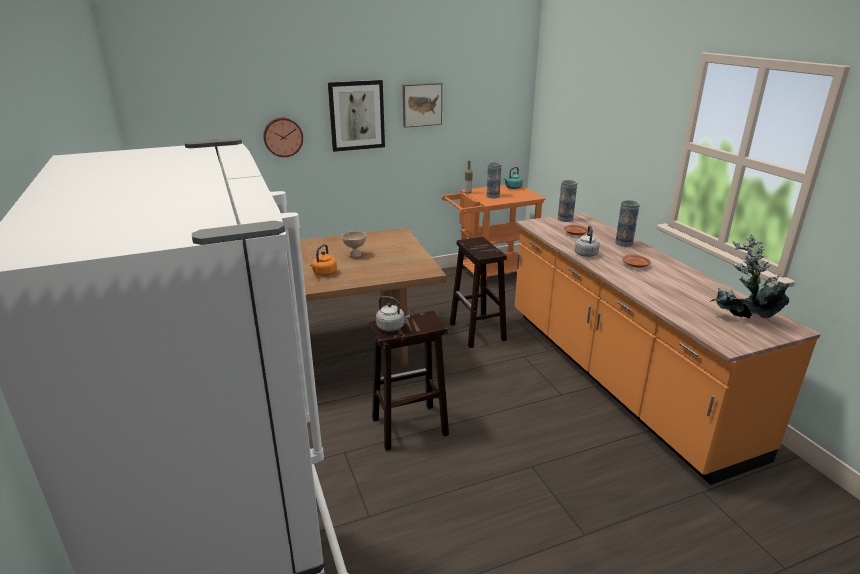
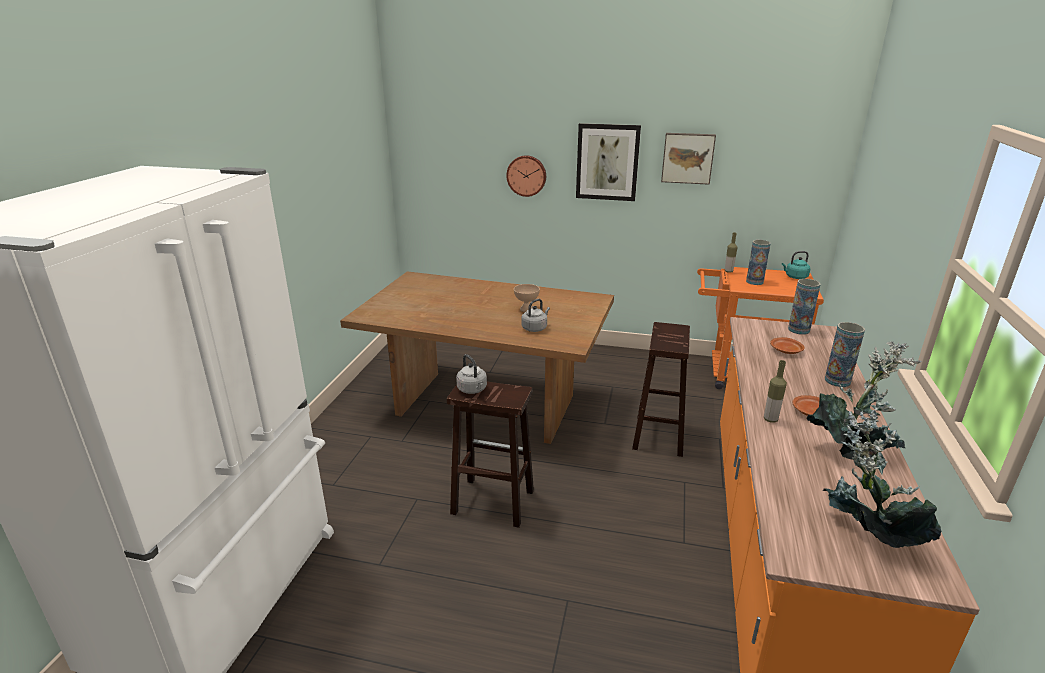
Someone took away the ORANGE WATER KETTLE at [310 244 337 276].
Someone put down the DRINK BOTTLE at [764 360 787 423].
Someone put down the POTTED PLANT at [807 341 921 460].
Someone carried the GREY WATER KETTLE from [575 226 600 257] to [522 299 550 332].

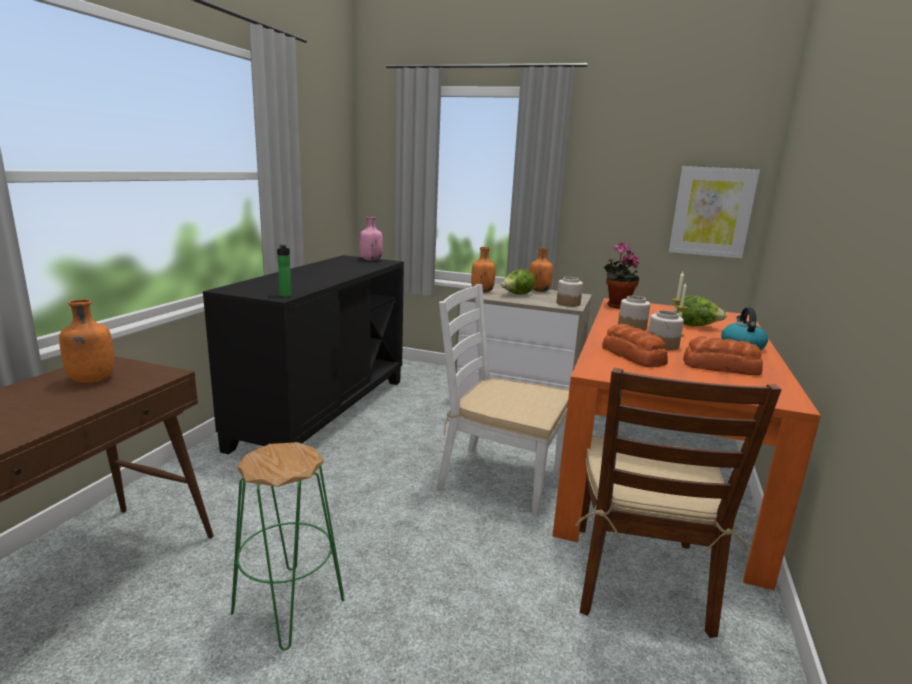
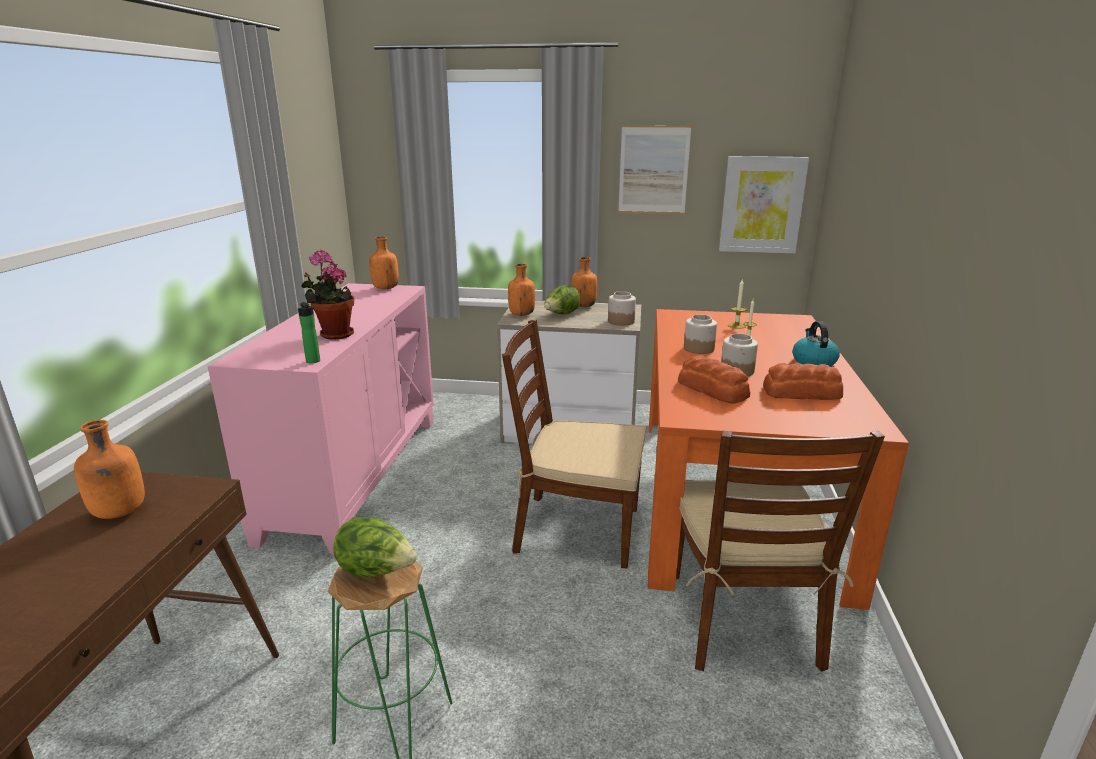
Someone put up the PICTURE at [618 125 691 214].
Someone carried the POTTED PLANT from [603 242 639 309] to [301 250 354 339].
Someone carried the HEAD OF LETTUCE from [677 295 727 326] to [333 517 417 577].
Someone repainted the BLACK CUPBOARD at [203 255 404 454], which became the PINKISH CUPBOARD at [207 283 434 555].
Someone repainted the PINKISH DRINK BOTTLE at [359 216 383 261], which became the ORANGE DRINK BOTTLE at [369 236 399 290].
Someone repainted the WHITE-COLOURED CHAIR at [437 284 569 517], which became the BROWN CHAIR at [502 320 646 569].

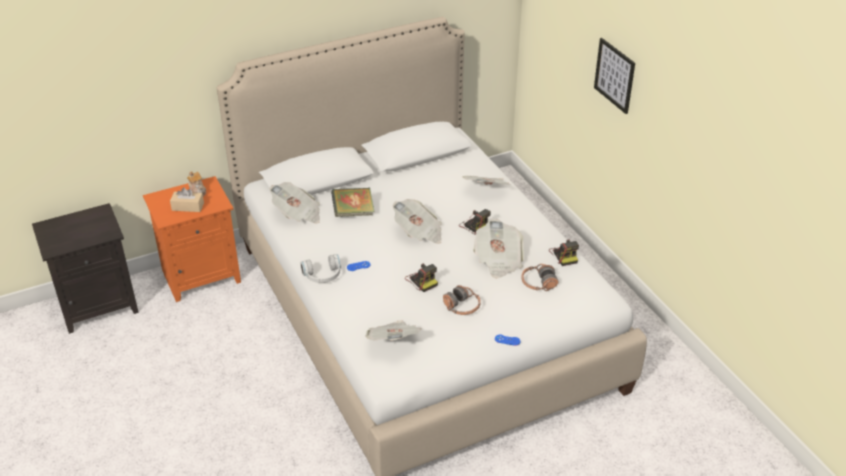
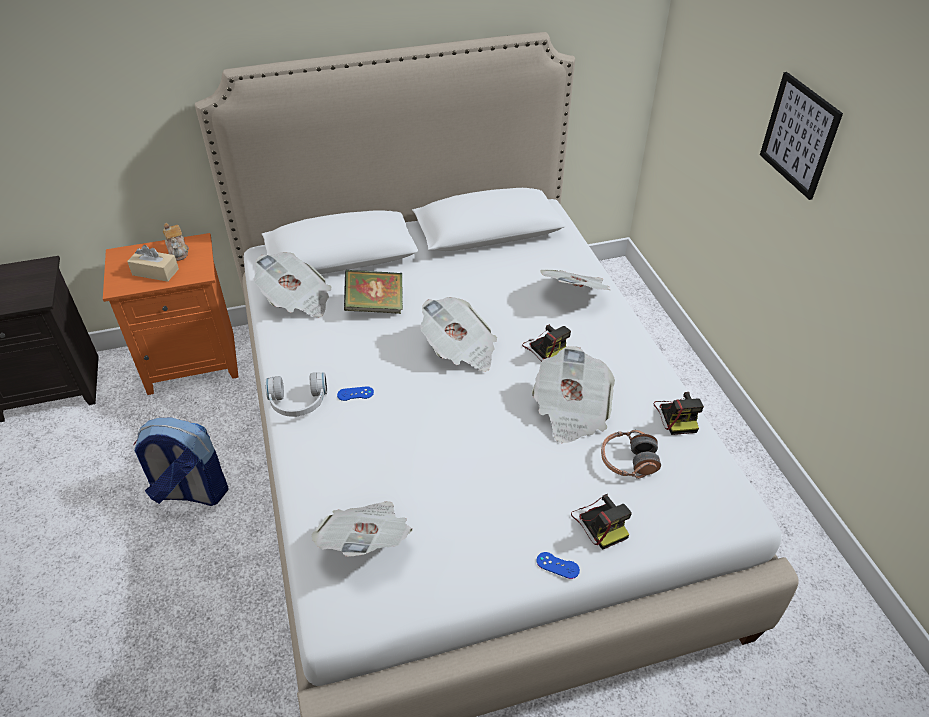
Someone took away the HEADPHONES at [443 285 481 315].
Someone put down the KNAPSACK at [133 418 228 506].
Someone carried the PHOTO CAMERA from [405 263 438 292] to [571 494 632 550].

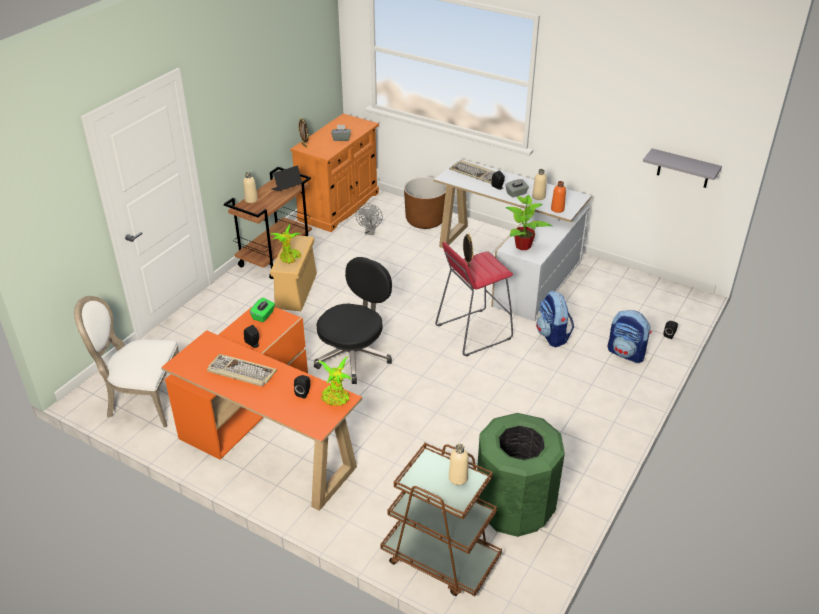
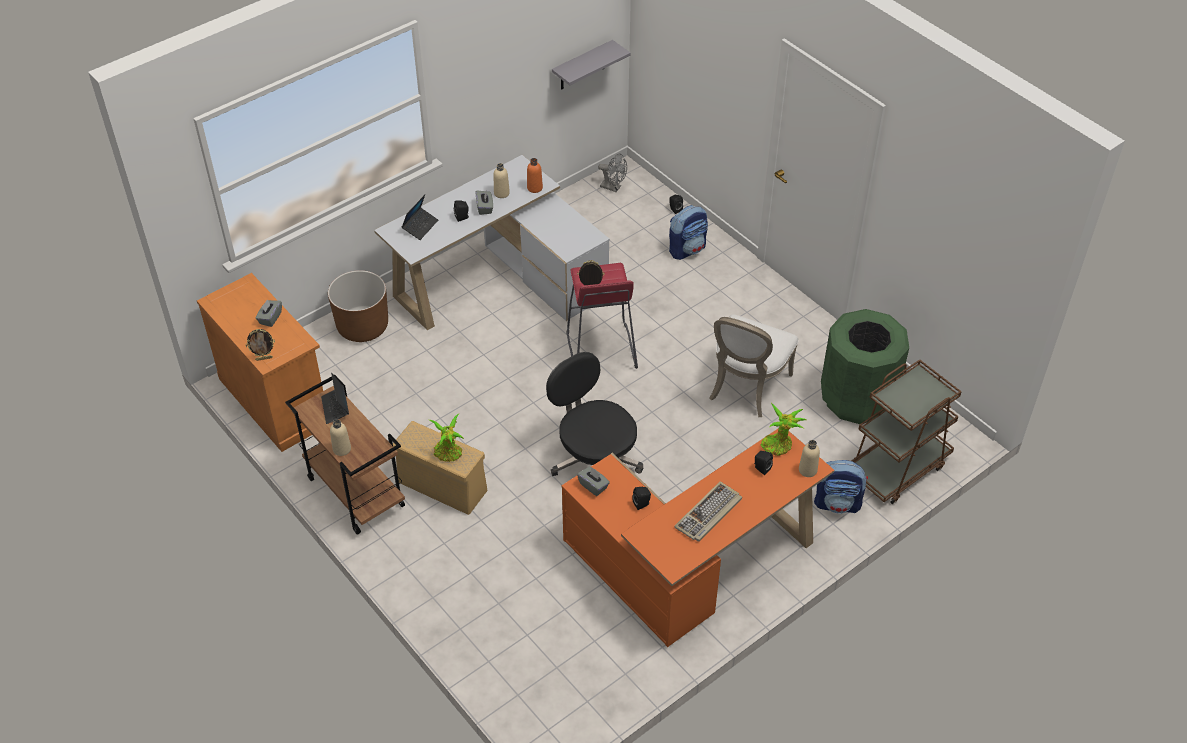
Someone took away the POTTED PLANT at [506 195 552 250].
Someone carried the WHITE-COLOURED CHAIR from [74 296 179 427] to [709 314 799 417].
Someone carried the GREY ELECTRIC FAN from [356 204 382 235] to [598 154 627 192].
Someone carried the SAND-COLOURED DRINK BOTTLE from [449 444 468 485] to [799 440 820 477].
Someone carried the KNAPSACK from [536 291 574 347] to [814 460 868 514].
Someone swapped the PC KEYBOARD at [449 160 496 184] for the LAPTOP at [402 195 438 240].
Someone repainted the GREEN-COLOURED BOX OF TISSUES at [250 298 275 322], which became the GREY BOX OF TISSUES at [577 467 610 496].

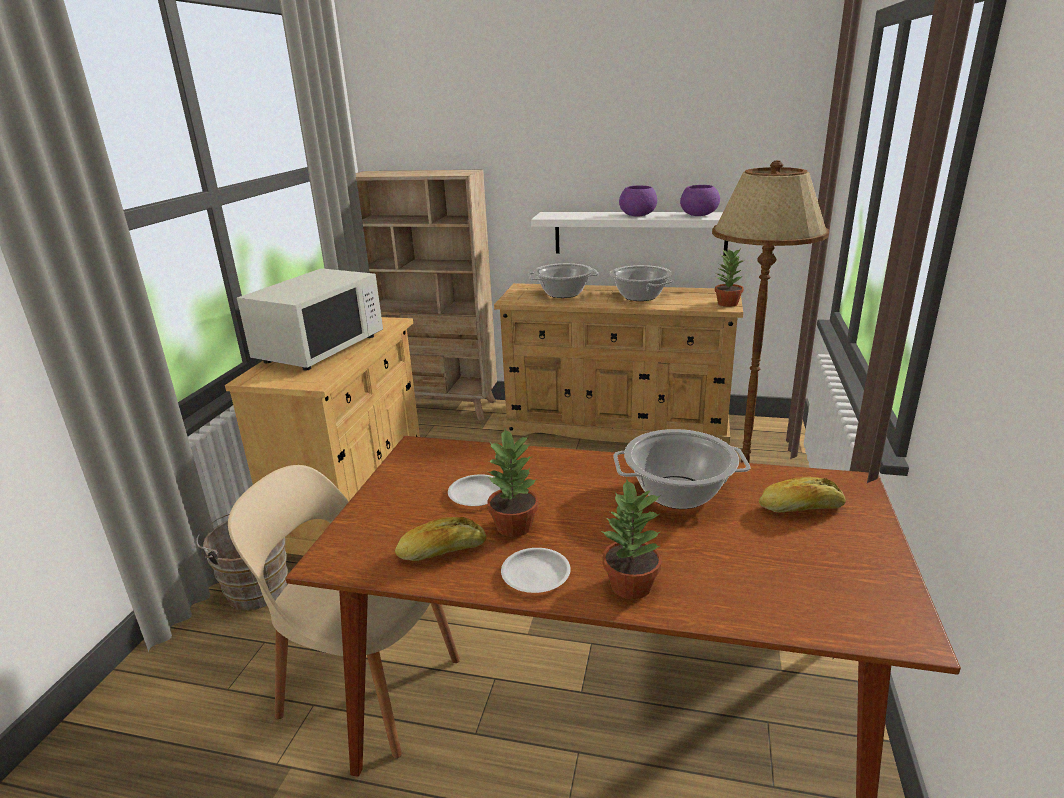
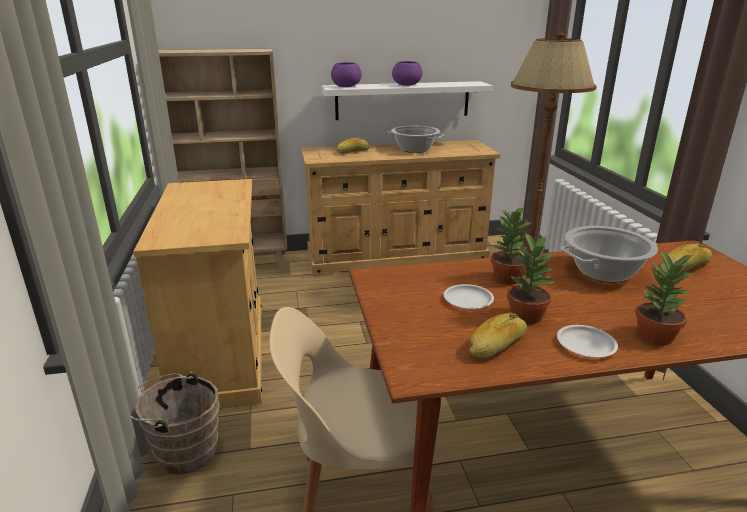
Someone took away the WHITE-COLOURED MICROWAVE OVEN at [237 268 383 371].
Someone carried the PURPLE-COLOURED DEEP DISH from [680 185 720 216] to [331 62 362 87].
Someone carried the POTTED PLANT from [715 250 745 307] to [491 207 532 284].
Someone swapped the STOCKPOT at [528 263 599 298] for the BAKERY BREAD at [336 138 370 154].

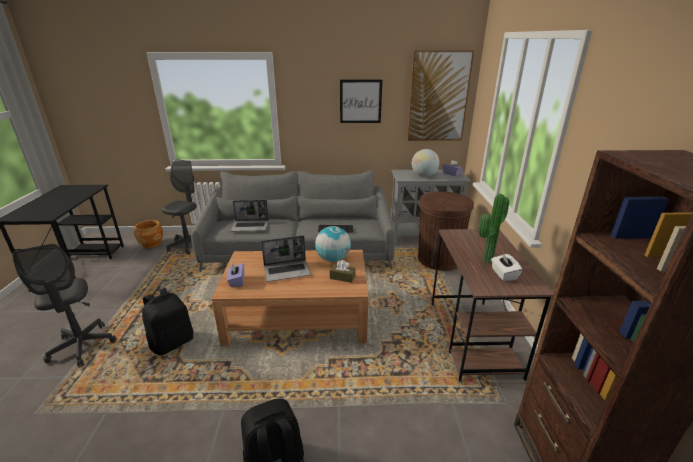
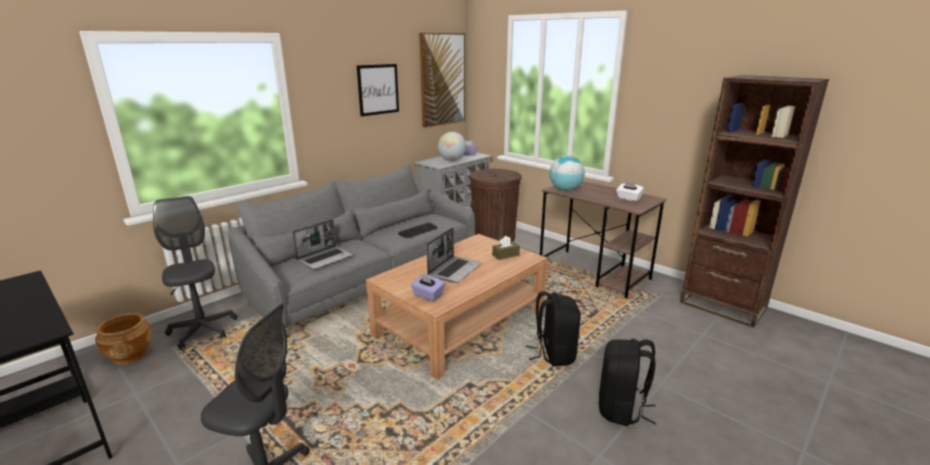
Someone took away the POTTED PLANT at [478 194 509 263].
Someone carried the BLACK KNAPSACK from [142 288 193 355] to [526 291 581 366].
Someone carried the GLOBE from [315 226 351 262] to [549 156 585 191].

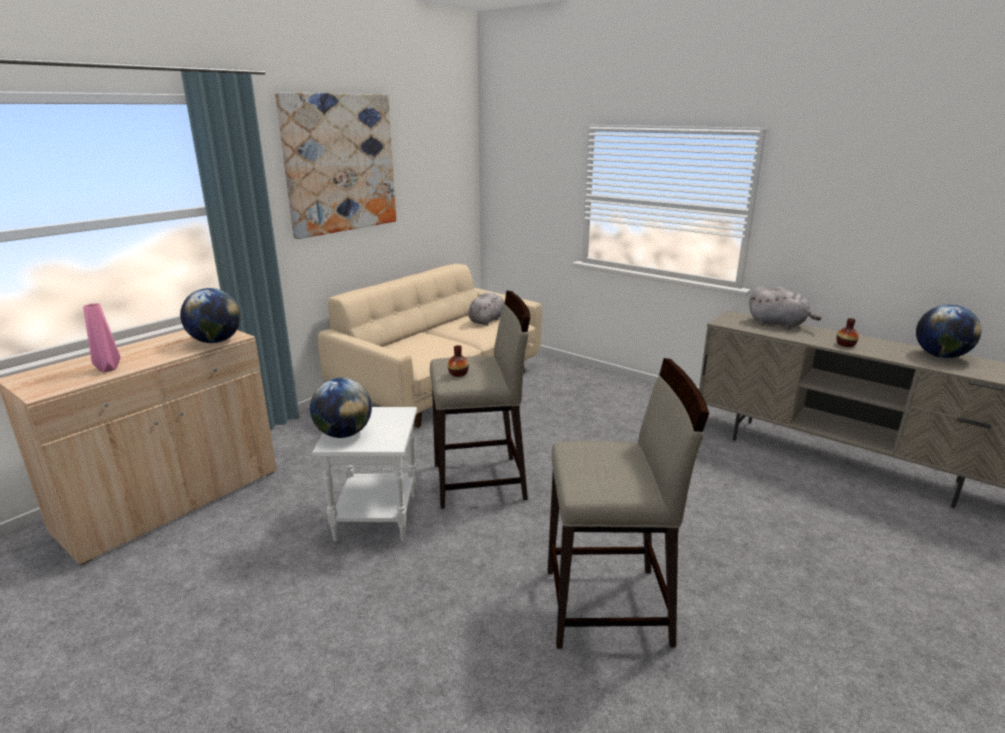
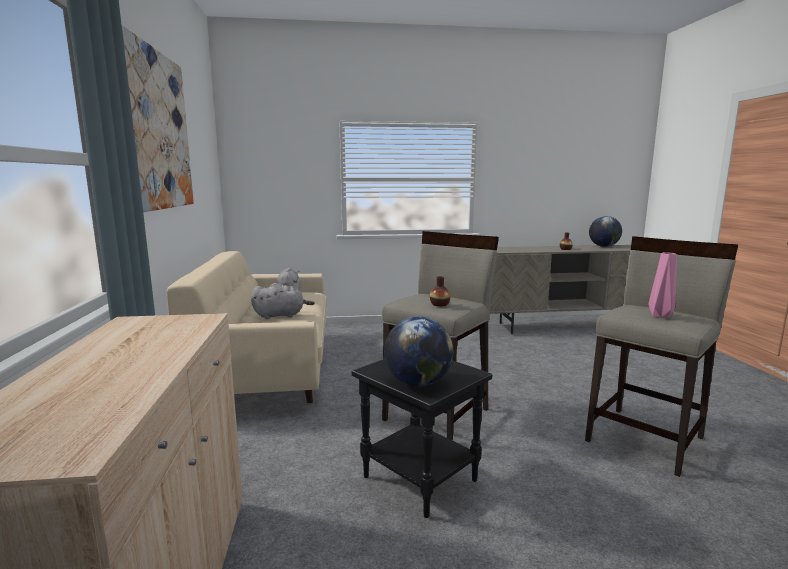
Someone took away the GLOBE at [180 288 241 343].
Someone carried the PINKISH DECORATIVE VASE from [83 303 121 372] to [649 252 677 318].
Someone carried the GREY CUDDLY TOY from [749 287 821 328] to [251 283 315 319].
Someone repainted the WHITE-COLOURED ACCENT TABLE at [312 407 417 542], which became the BLACK ACCENT TABLE at [352 359 492 518].

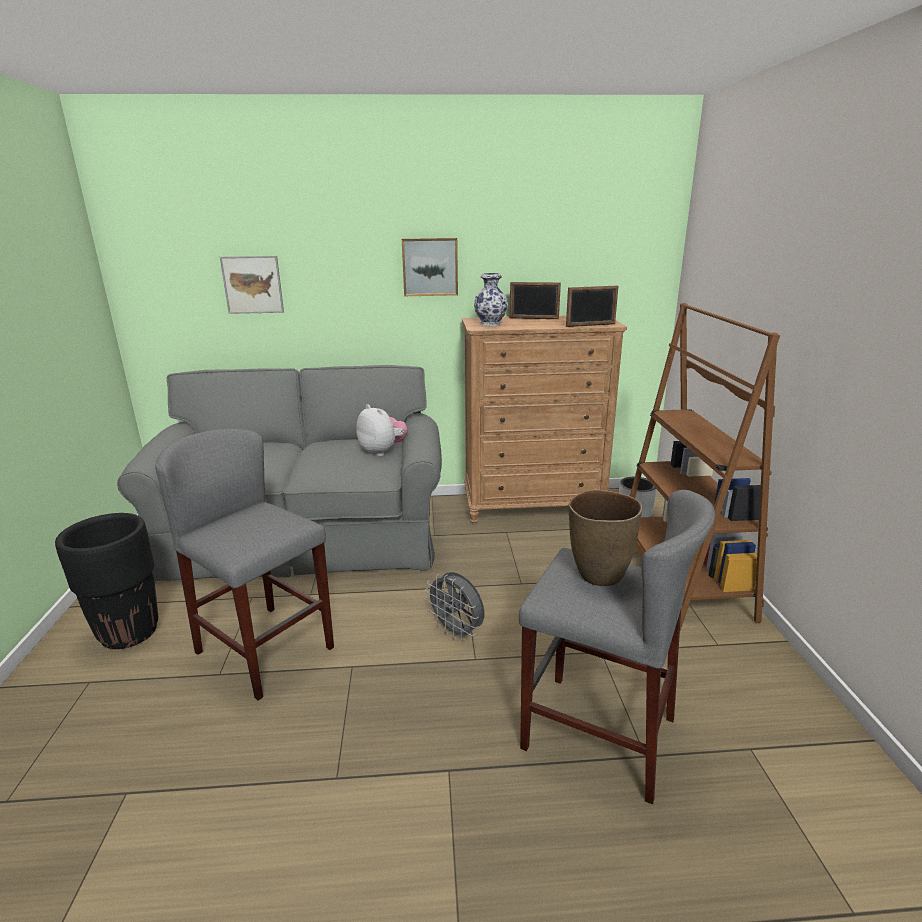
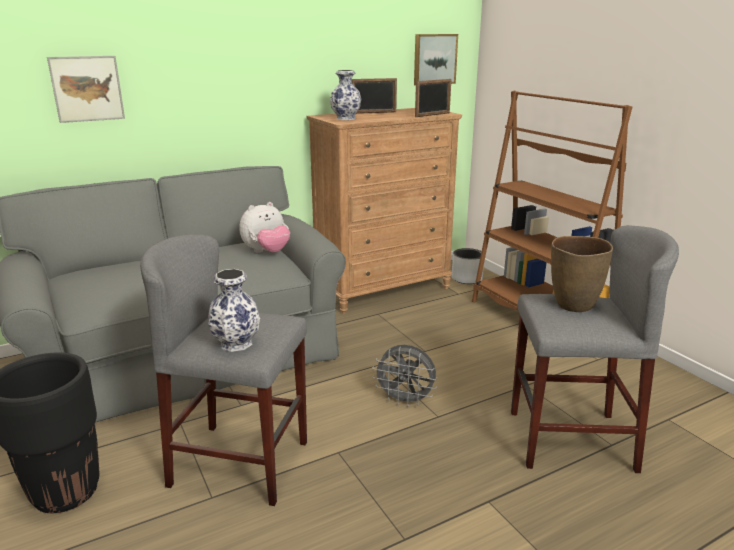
Someone put down the DECORATIVE VASE at [208 269 260 352].
Someone carried the PICTURE from [402 238 458 296] to [414 34 458 85].
Someone rotated the CUDDLY TOY at [356 404 408 456] by 120 degrees clockwise.

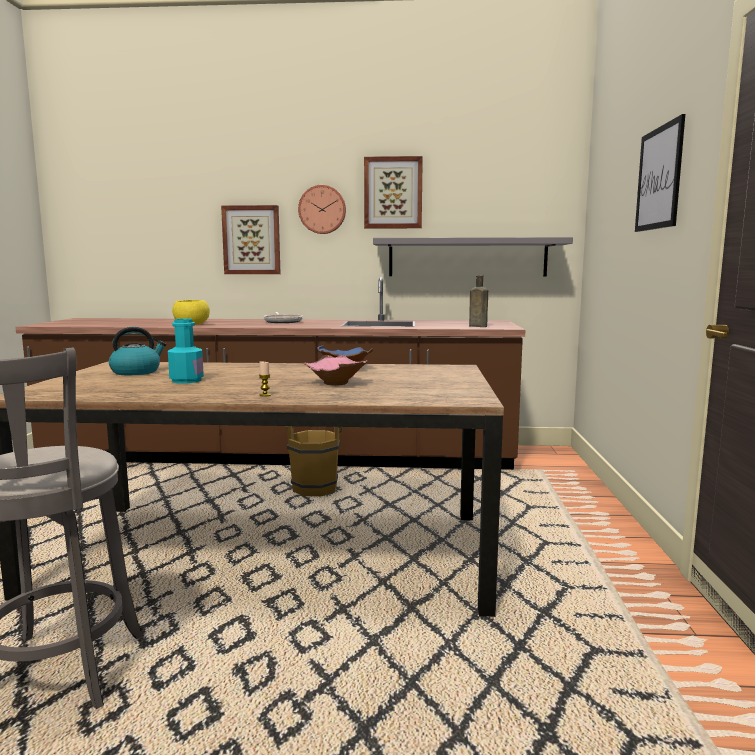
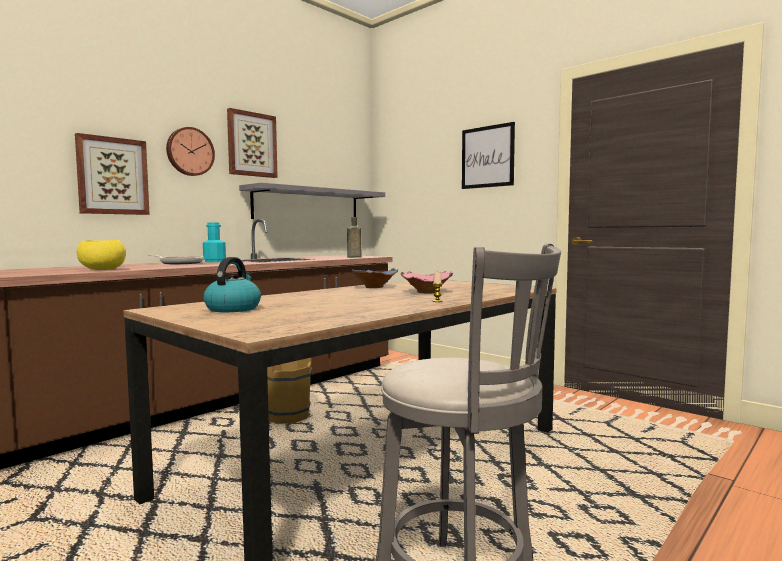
Someone carried the TURQUOISE DRINK BOTTLE from [168 319 204 383] to [203 223 226 262].

